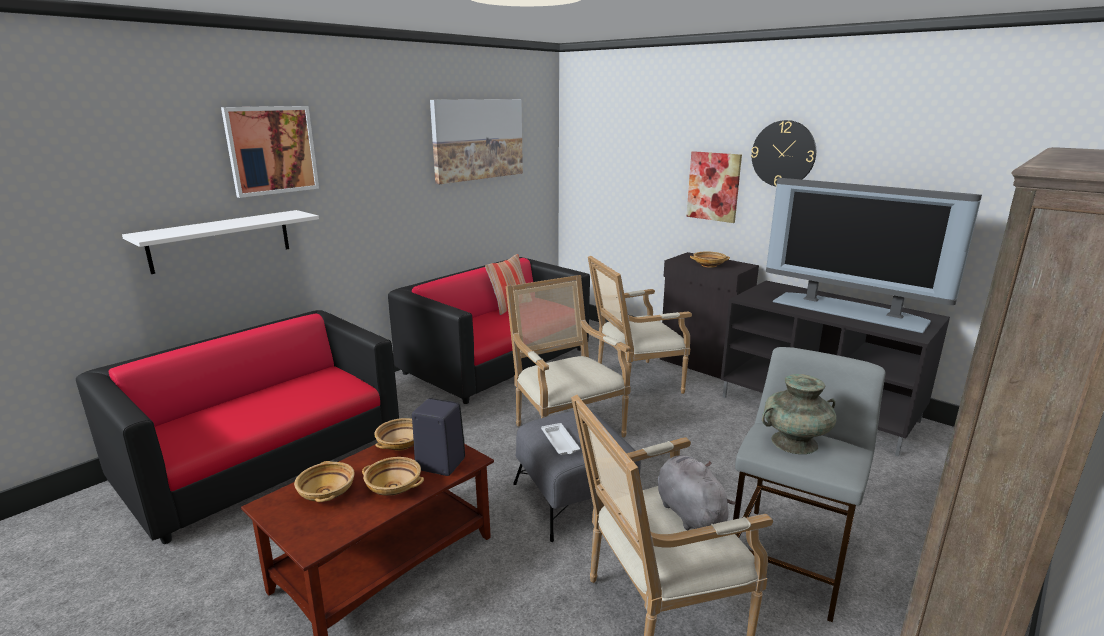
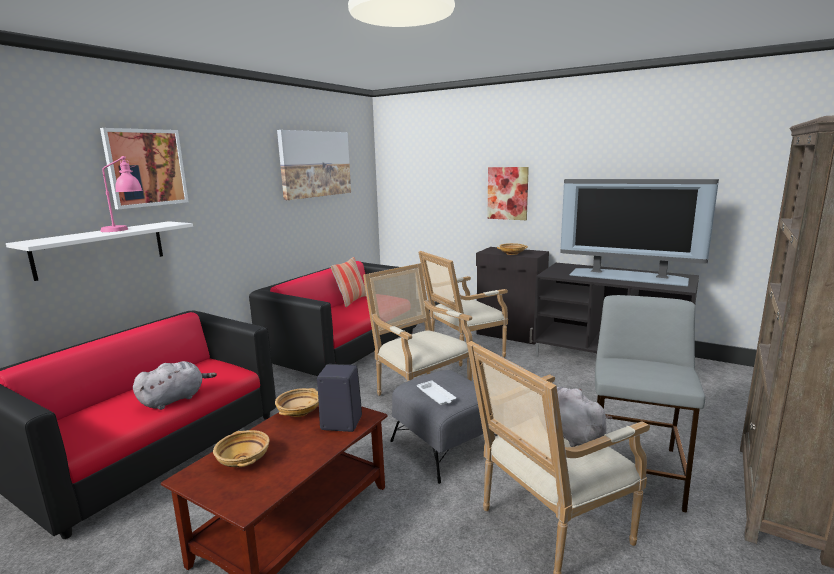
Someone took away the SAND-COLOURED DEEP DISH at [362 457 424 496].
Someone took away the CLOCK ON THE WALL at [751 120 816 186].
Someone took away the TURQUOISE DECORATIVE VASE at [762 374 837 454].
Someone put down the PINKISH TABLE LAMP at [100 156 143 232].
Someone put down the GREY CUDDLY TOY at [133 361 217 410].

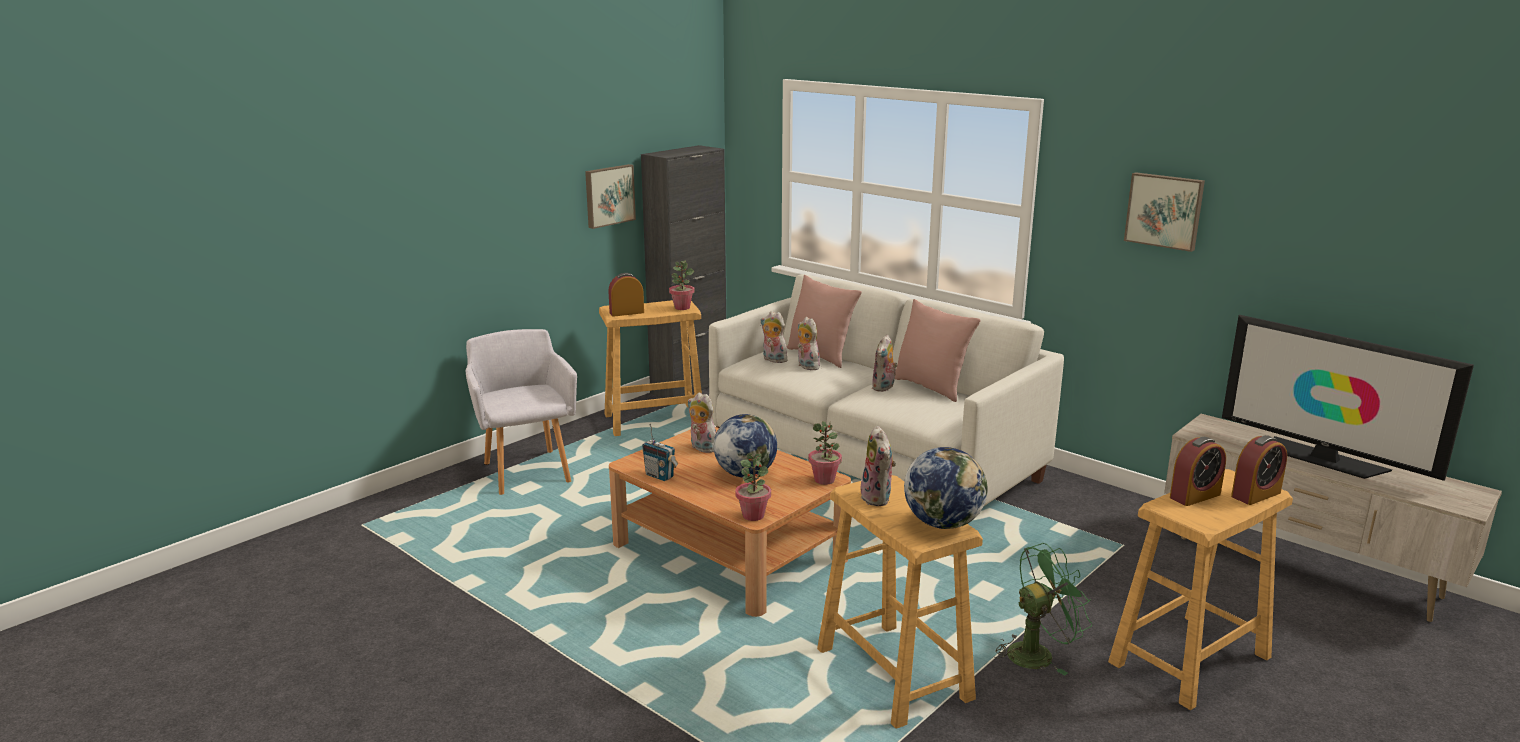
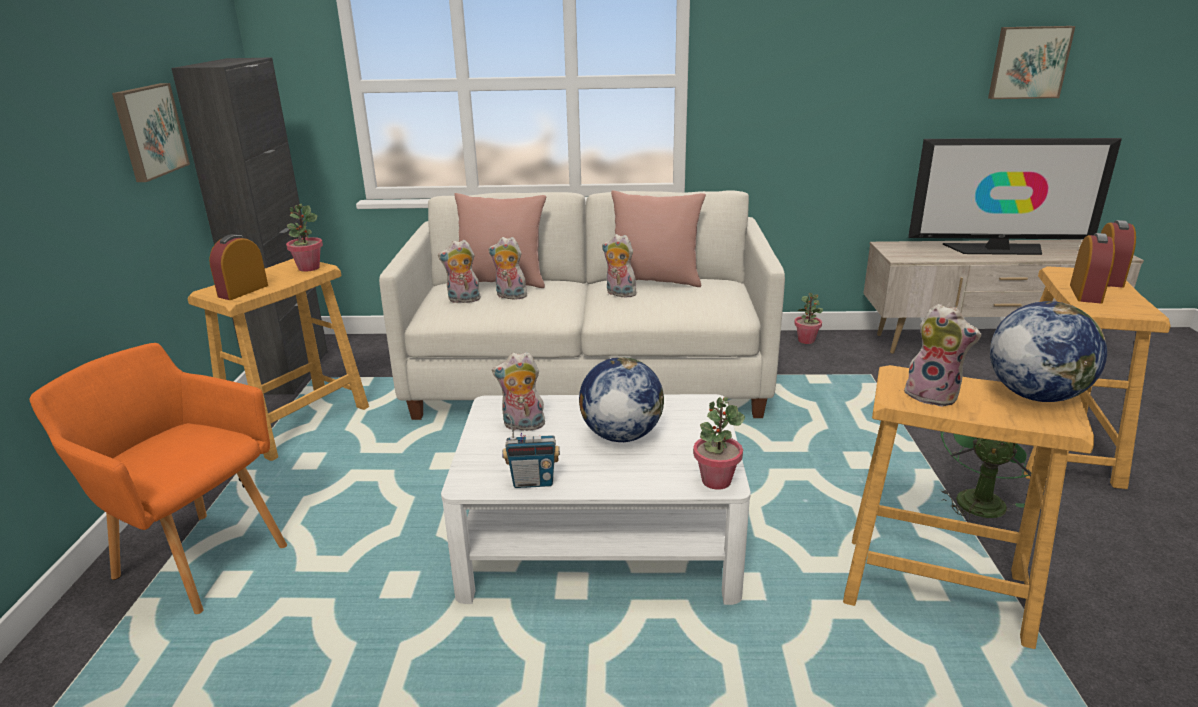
Someone carried the POTTED PLANT from [808 421 842 485] to [794 293 823 344].
Someone carried the PICTURE from [1124 172 1205 252] to [988 26 1075 99].
Someone repainted the GREY LOUNGE CHAIR at [466 329 577 495], which became the ORANGE LOUNGE CHAIR at [29 343 287 614].
Someone repainted the BROWN LOUNGE TABLE at [609 427 851 617], which became the WHITE-COLOURED LOUNGE TABLE at [441 394 751 605].
Someone rotated the CUDDLY TOY at [872 335 898 392] by 135 degrees clockwise.

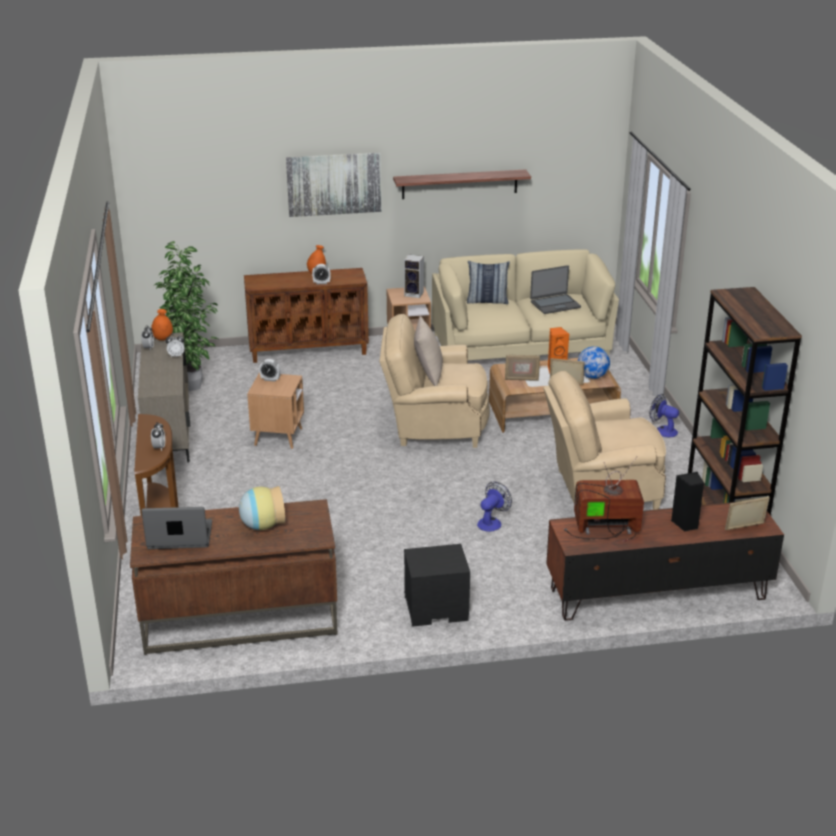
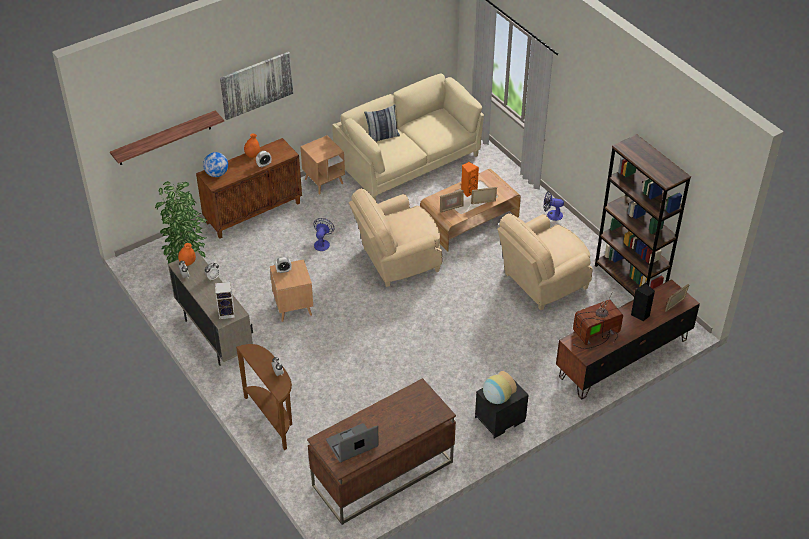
Someone took away the SAND-COLOURED THROW PILLOW at [414 316 443 386].
Someone took away the LAPTOP at [530 265 581 314].
Someone carried the DECORATIVE VASE from [239 486 285 530] to [483 371 517 404].
Someone carried the SHELF from [393 169 531 199] to [110 110 224 165].
Someone carried the LOUDSPEAKER from [404 254 424 298] to [215 282 235 319].
Someone carried the ELECTRIC FAN from [477 482 512 532] to [313 218 334 251].
Someone carried the GLOBE from [578 346 610 379] to [203 152 228 177].

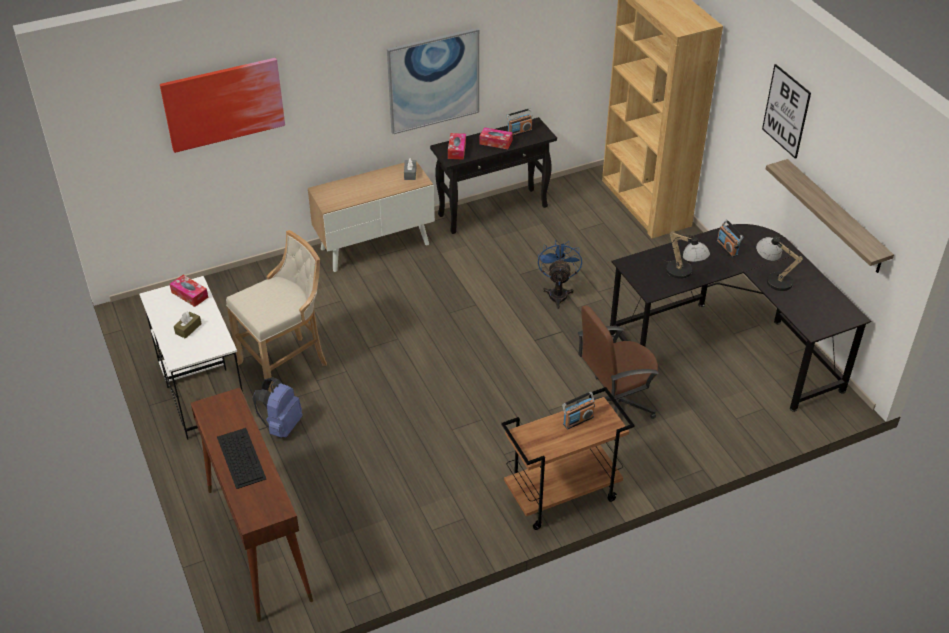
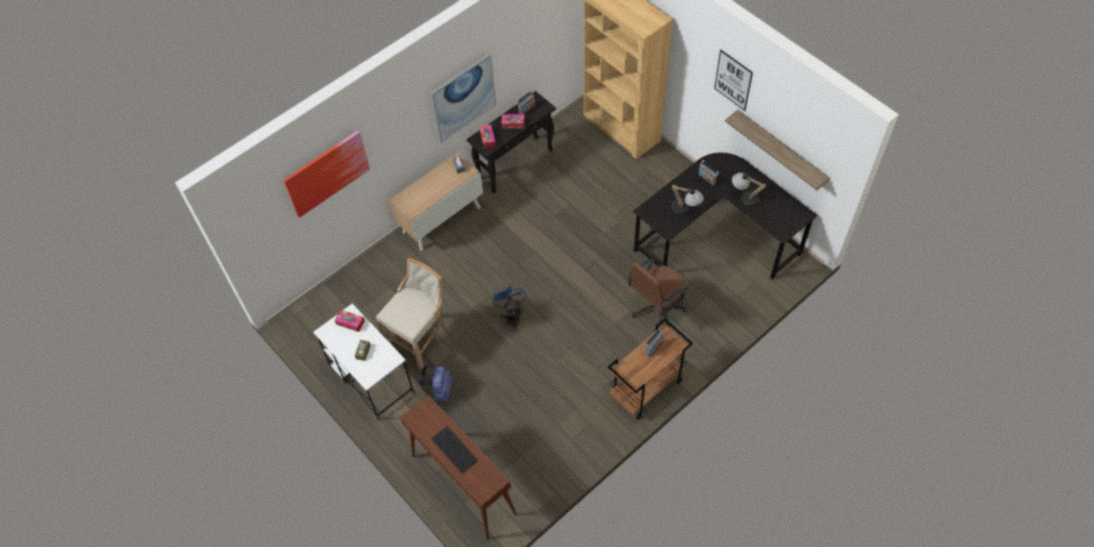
Someone carried the BLUE ELECTRIC FAN from [538 240 582 309] to [492 283 526 330].

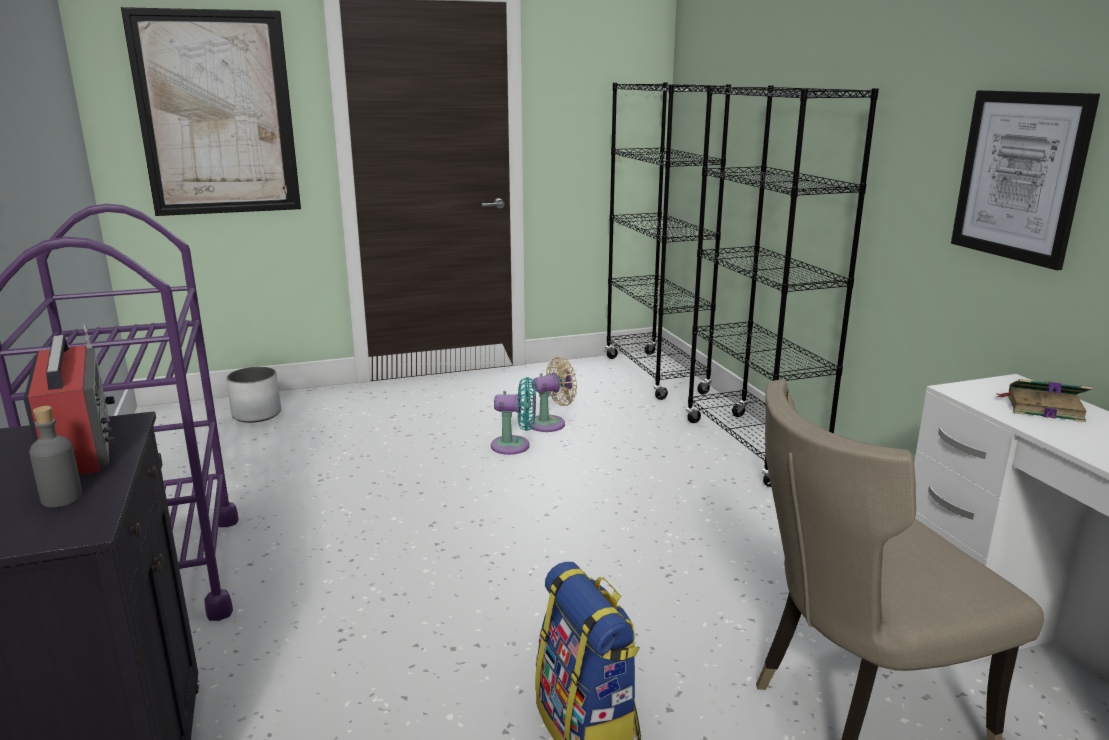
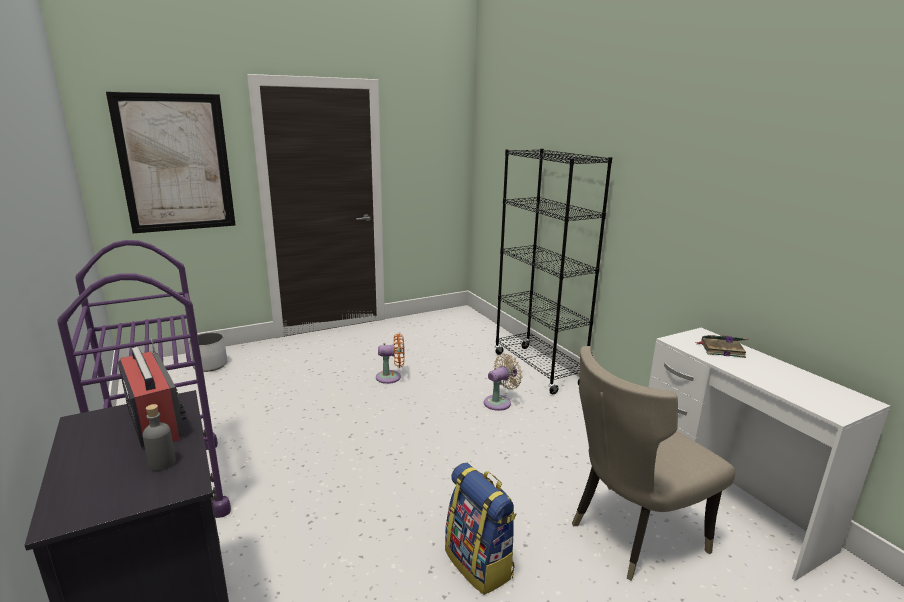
Someone took away the BLACK SHELVING UNIT at [605 82 731 400].
Someone took away the PICTURE at [951 90 1100 270].
Someone carried the SAND-COLOURED ELECTRIC FAN from [529 357 577 432] to [484 354 523 411].
Someone repainted the TURQUOISE ELECTRIC FAN at [491 377 536 455], which became the ORANGE ELECTRIC FAN at [376 333 405 384].

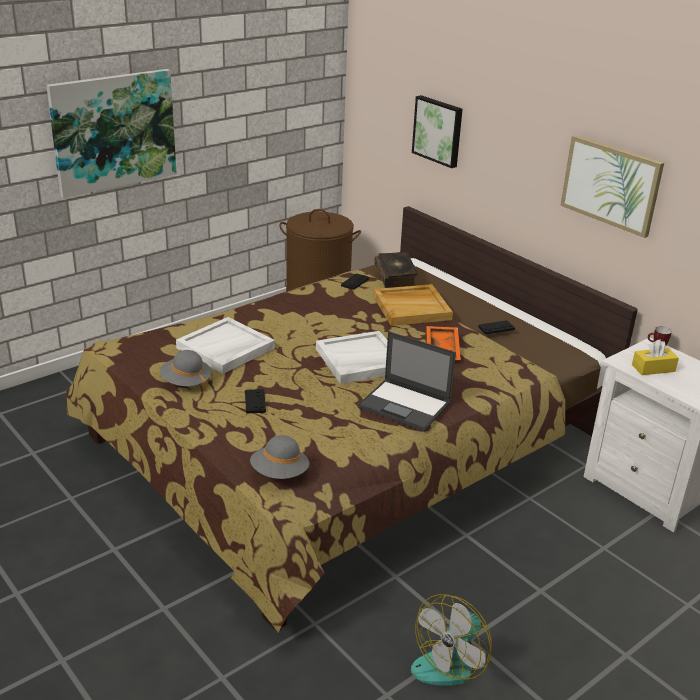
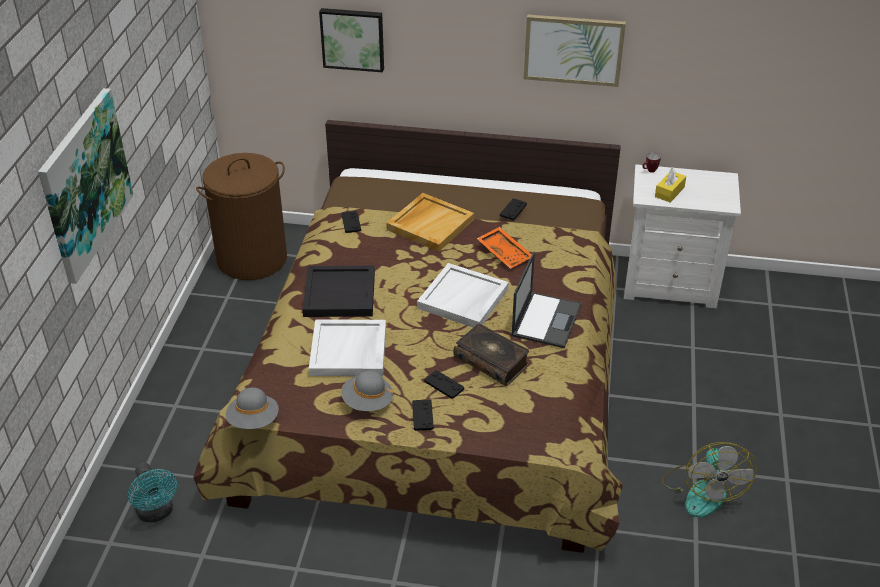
Someone put down the TURQUOISE ELECTRIC FAN at [128 463 177 522].
Someone put down the BLACK TRAY at [302 266 375 317].
Someone put down the BLACK GAMEPAD at [412 399 434 431].
Someone carried the GREY HAT from [250 435 309 479] to [226 388 279 429].
Someone carried the BOOK from [374 252 418 288] to [453 323 529 386].
Someone rotated the LAPTOP at [358 331 456 431] by 60 degrees counterclockwise.

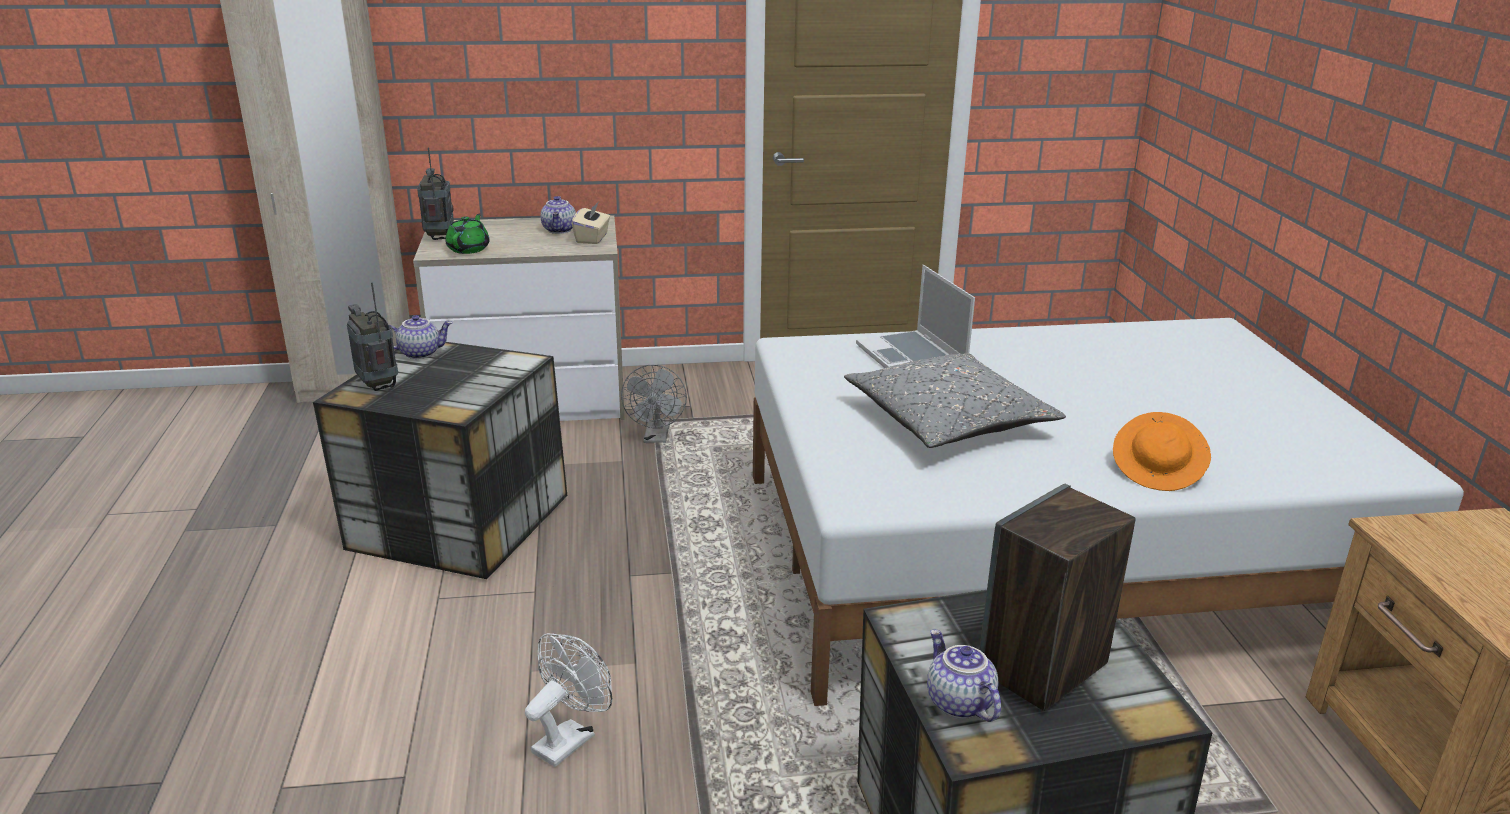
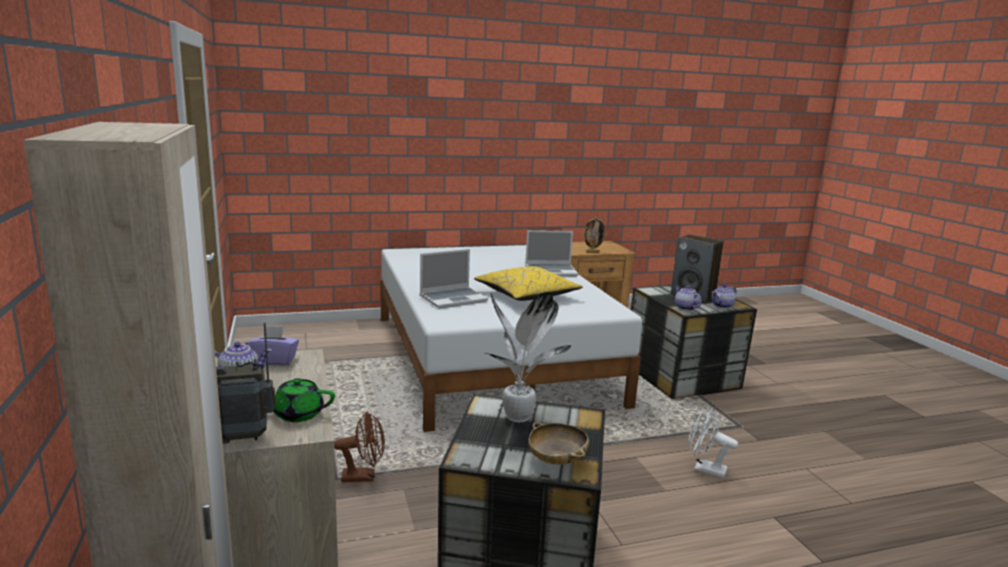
Someone put down the POTTED PLANT at [484 292 571 422].
Someone put down the PICTURE FRAME at [583 217 606 253].
Someone carried the TEAPOT from [390 315 453 359] to [675 286 701 310].
Someone swapped the RADIO at [347 282 398 391] for the SAND-COLOURED DEEP DISH at [528 422 589 465].
Someone swapped the ORANGE HAT at [1113 412 1211 491] for the LAPTOP at [525 230 578 277].
Someone repainted the SAND-COLOURED BOX OF TISSUES at [572 203 610 244], which became the PURPLE-COLOURED BOX OF TISSUES at [245 326 299 365].
Someone repainted the GREY ELECTRIC FAN at [621 364 687 443], which became the BROWN ELECTRIC FAN at [334 411 385 482].
Someone repainted the GREY THROW PILLOW at [844 353 1066 448], which became the YELLOW THROW PILLOW at [474 266 583 301].

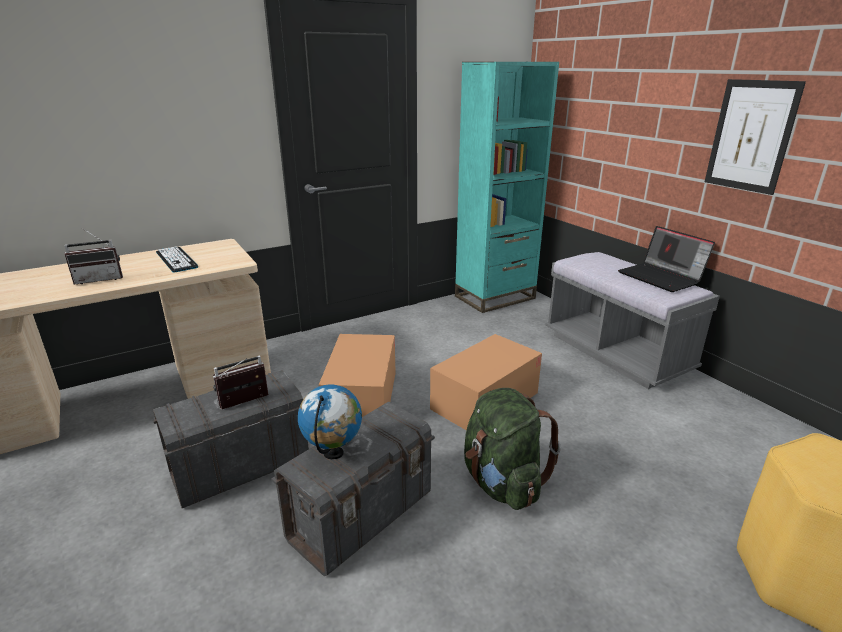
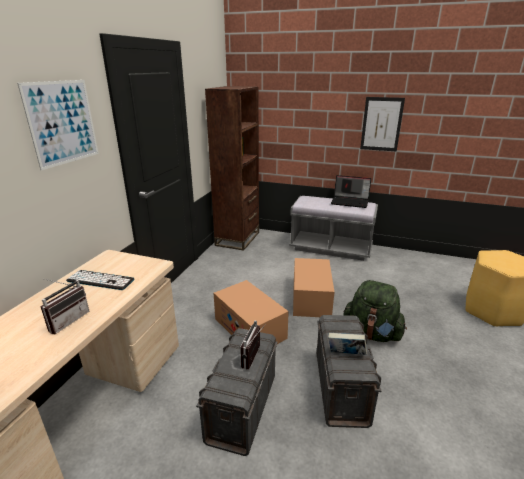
Someone put up the PICTURE at [17 80 99 170].
Someone swapped the GLOBE at [298 384 362 459] for the BOOK at [328 333 367 355].
Someone repainted the TURQUOISE SHELVING UNIT at [455 62 559 313], which became the BROWN SHELVING UNIT at [205 86 259 251].

